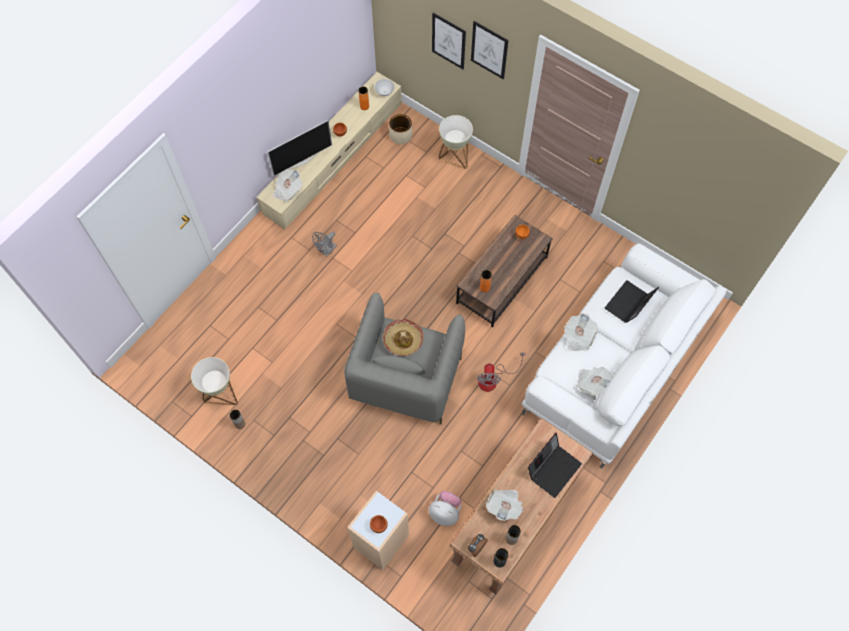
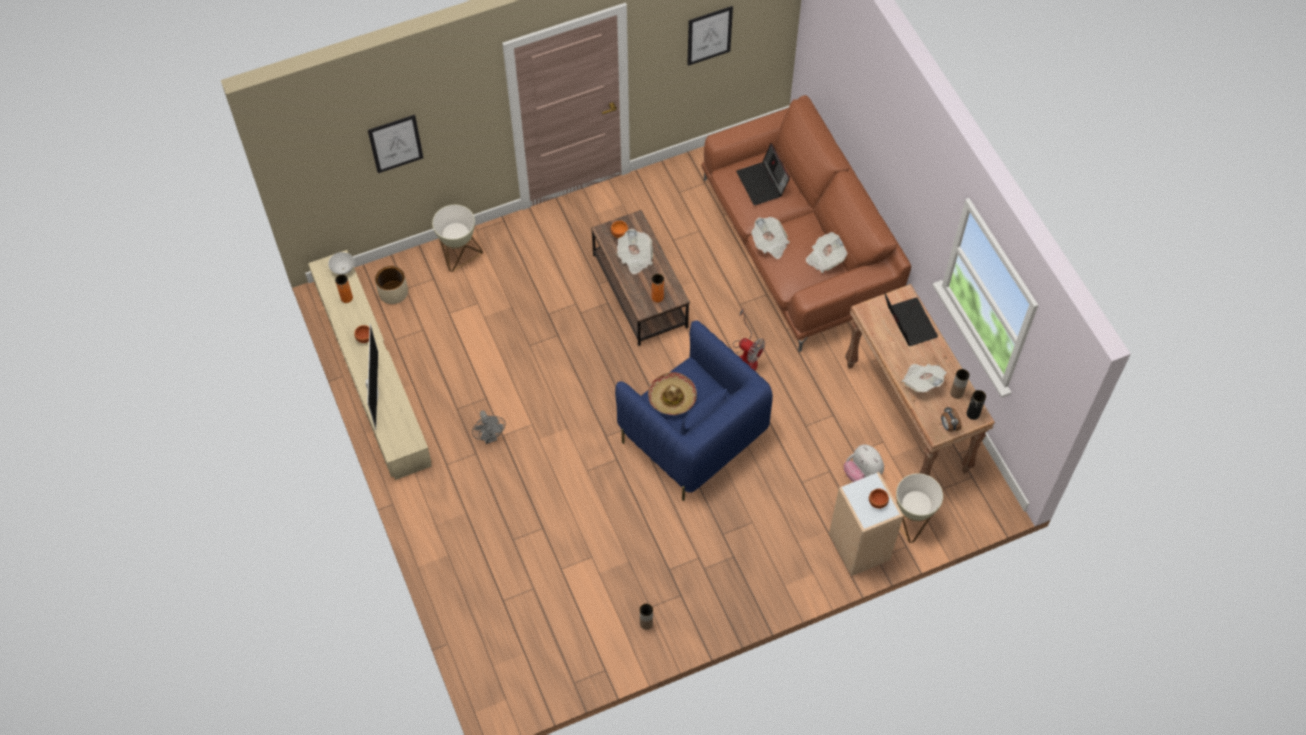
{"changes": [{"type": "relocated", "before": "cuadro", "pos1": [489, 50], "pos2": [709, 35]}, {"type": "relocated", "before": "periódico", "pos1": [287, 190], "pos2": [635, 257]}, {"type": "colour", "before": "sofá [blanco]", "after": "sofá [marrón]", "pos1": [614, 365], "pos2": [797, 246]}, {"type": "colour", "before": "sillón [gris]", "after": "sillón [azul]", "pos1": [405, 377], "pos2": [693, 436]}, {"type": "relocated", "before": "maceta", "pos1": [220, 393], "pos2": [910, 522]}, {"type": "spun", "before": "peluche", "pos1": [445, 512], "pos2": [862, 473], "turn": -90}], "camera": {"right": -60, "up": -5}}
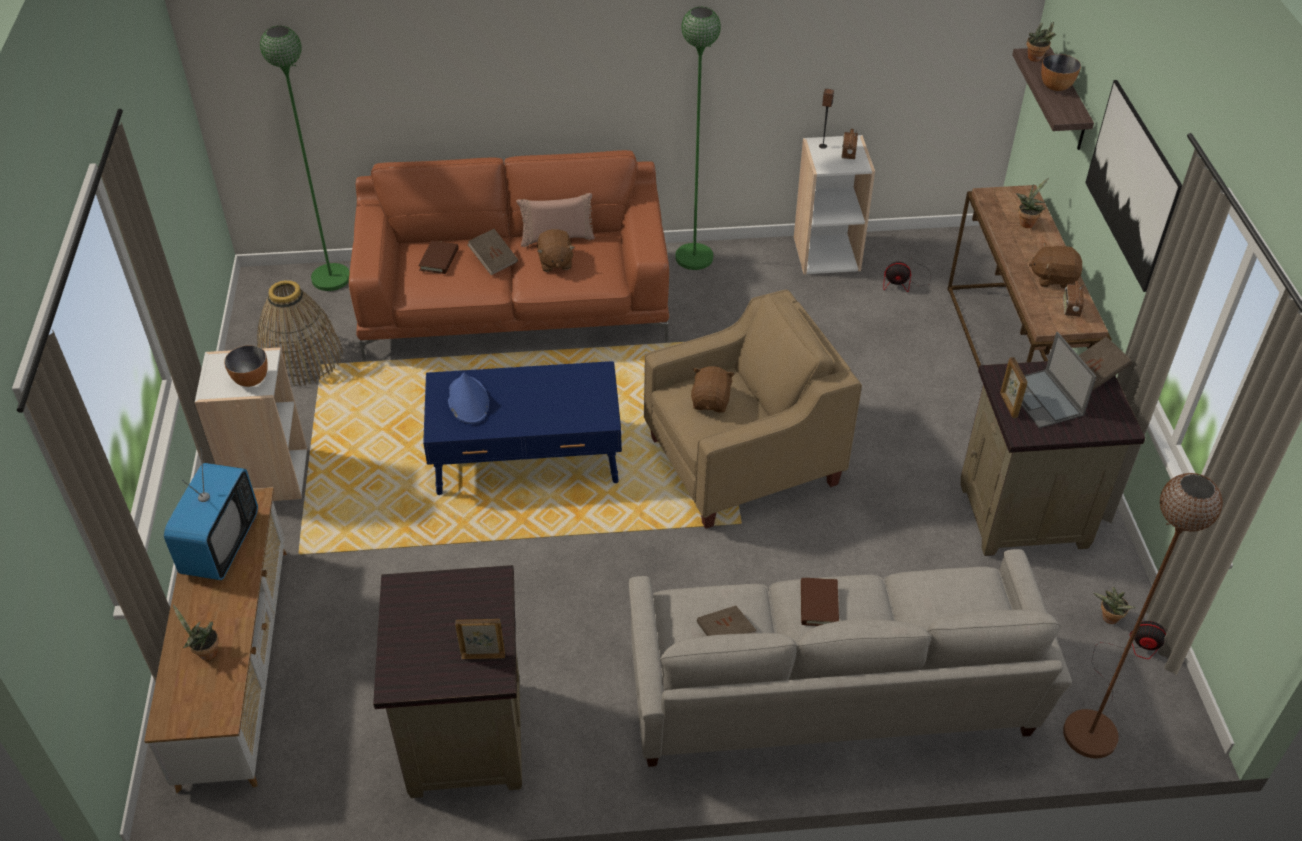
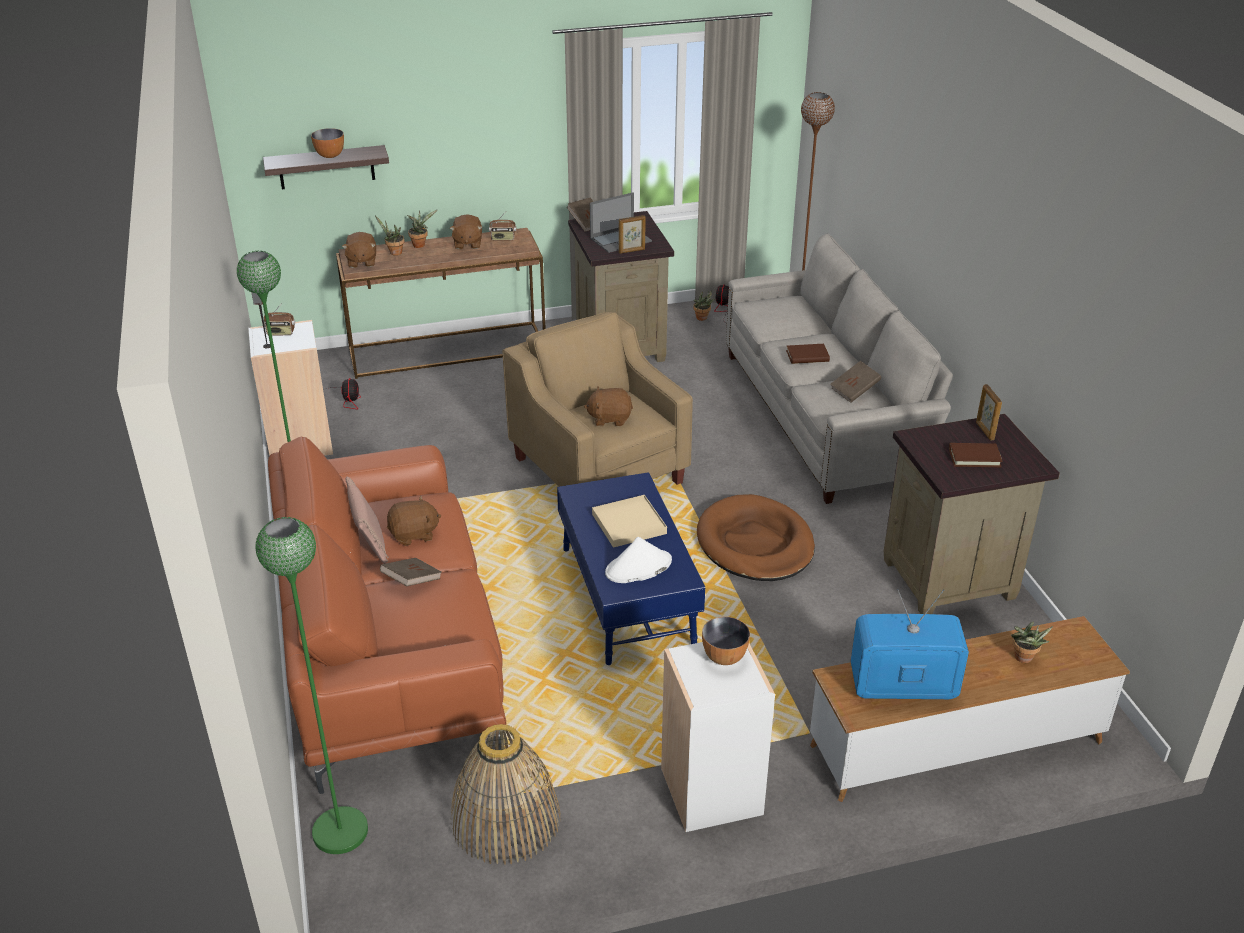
{"changes": [{"type": "relocated", "before": "planta en maceta", "pos1": [1037, 59], "pos2": [420, 244]}, {"type": "missing", "before": "cuadro", "pos1": [1131, 184]}, {"type": "relocated", "before": "libro [marrón]", "pos1": [439, 259], "pos2": [974, 457]}, {"type": "colour", "before": "sombrero [azul]", "after": "sombrero [blanco]", "pos1": [468, 401], "pos2": [638, 567]}, {"type": "appeared", "after": "peluche [marrón]", "pos2": [361, 262]}, {"type": "appeared", "after": "cama para perro [marrón]", "pos2": [755, 544]}, {"type": "appeared", "after": "bandeja [beis]", "pos2": [628, 524]}], "camera": {"right": -100, "up": -10}}
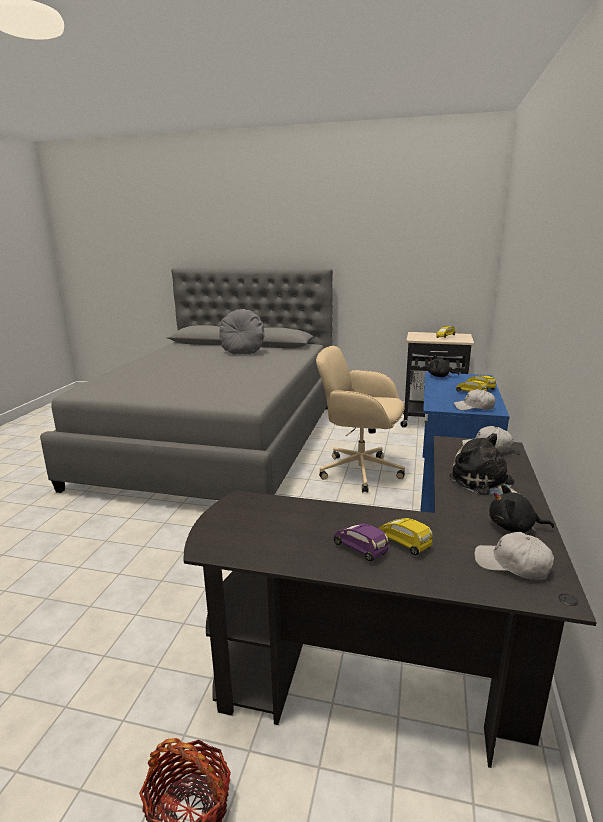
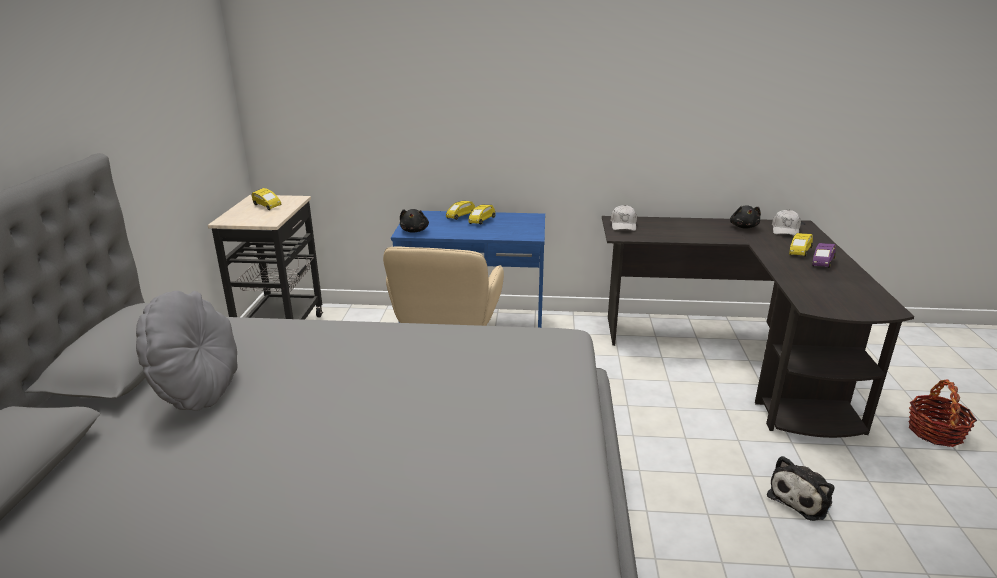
{"changes": [{"type": "missing", "before": "gorra [blanco]", "pos1": [474, 407]}, {"type": "relocated", "before": "peluche", "pos1": [484, 482], "pos2": [801, 498]}], "camera": {"right": -100, "up": 5}}
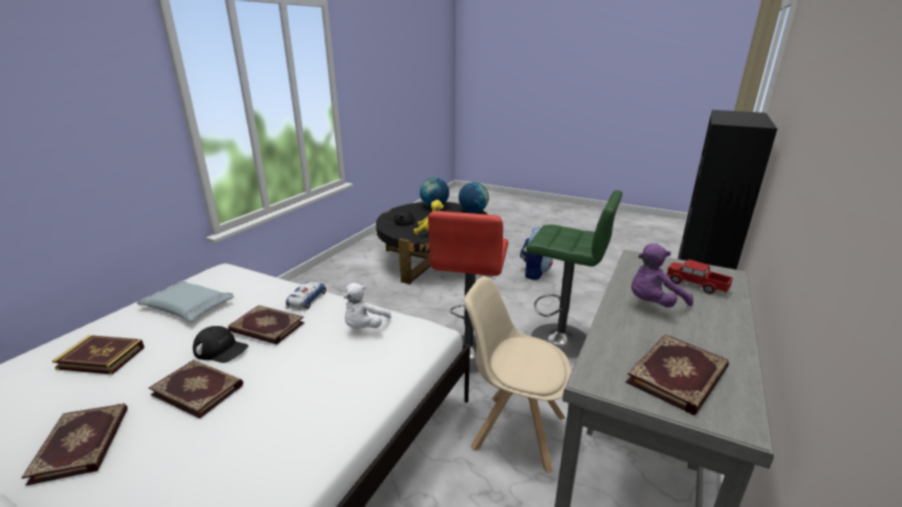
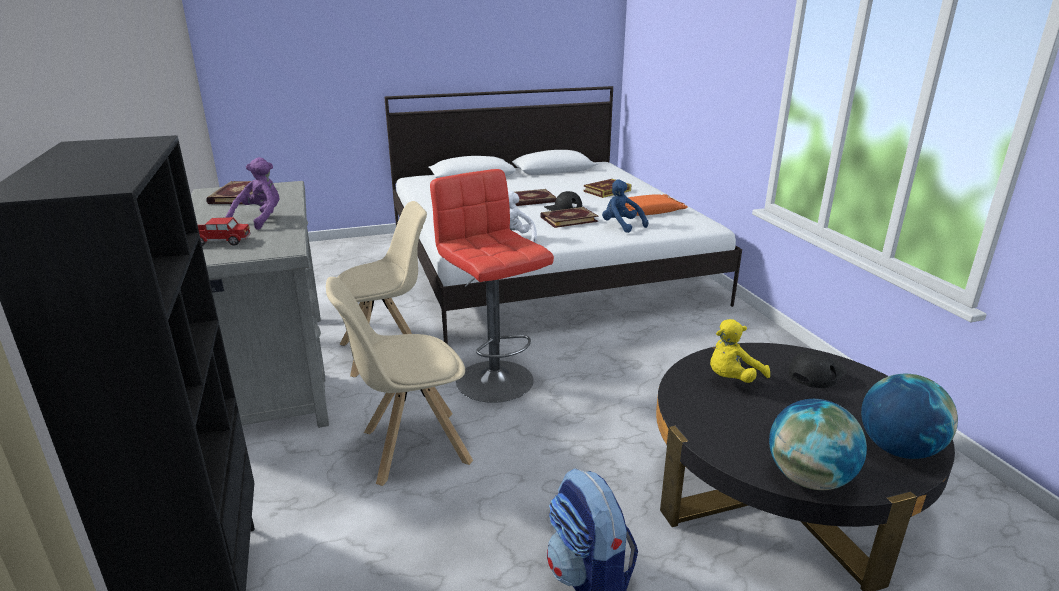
{"changes": [{"type": "exchanged", "before": "taburete [verde]", "after": "silla [beis]", "pos1": [560, 341], "pos2": [410, 448]}, {"type": "colour", "before": "cojín [azul]", "after": "cojín [naranja]", "pos1": [187, 305], "pos2": [648, 210]}, {"type": "missing", "before": "coche de juguete", "pos1": [307, 299]}, {"type": "missing", "before": "libro", "pos1": [83, 444]}, {"type": "appeared", "after": "peluche [azul]", "pos2": [621, 226]}], "camera": {"right": 135, "up": 0}}
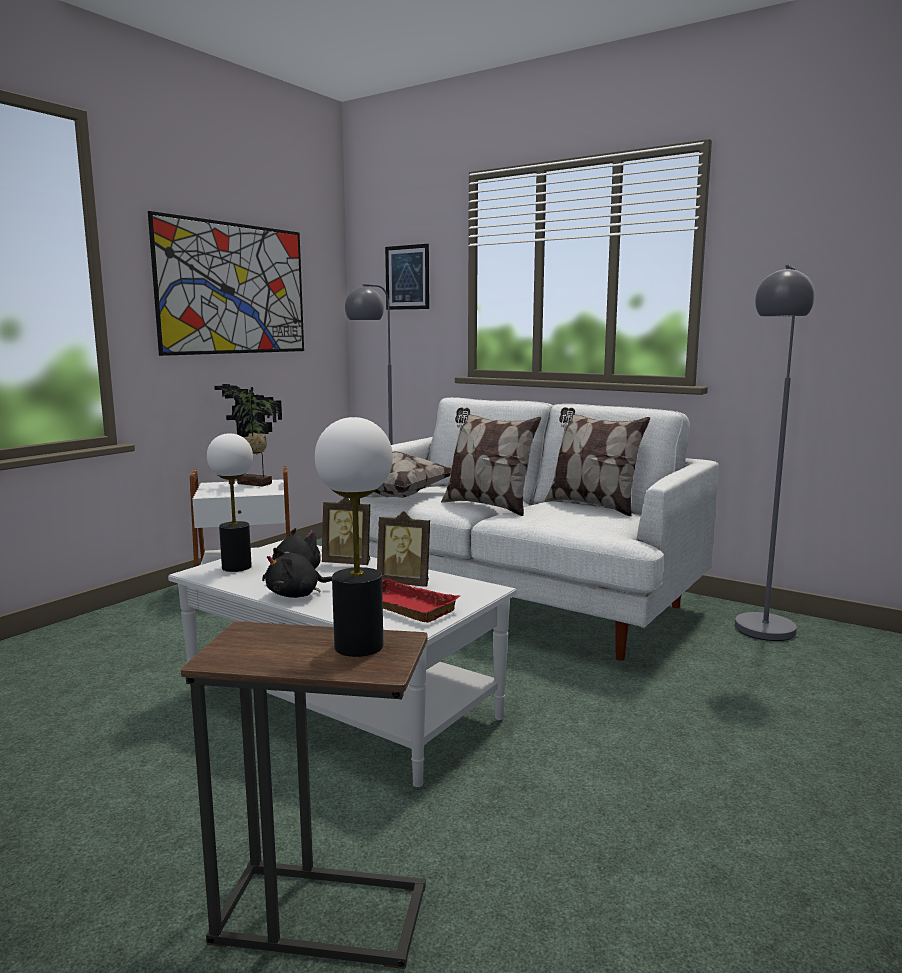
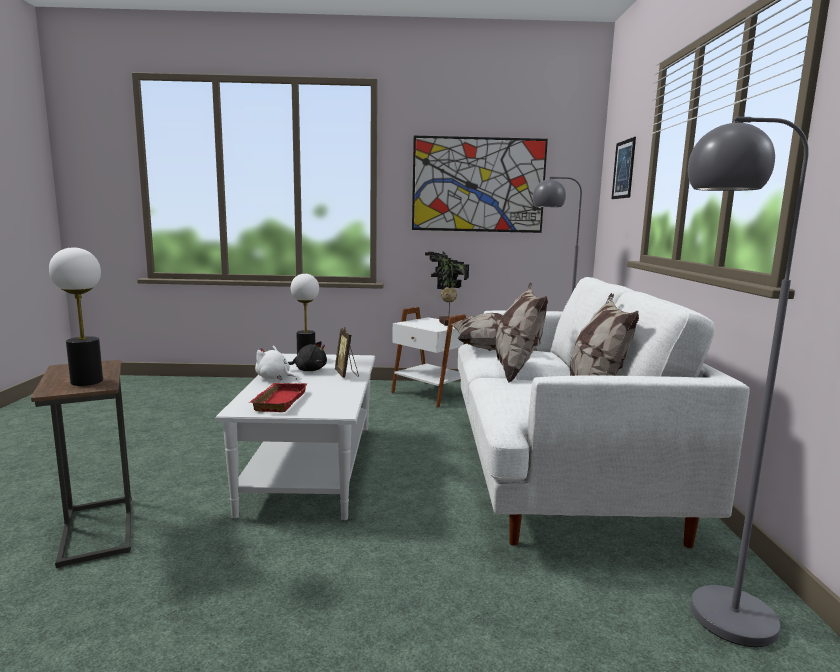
{"changes": [{"type": "missing", "before": "portarretratos", "pos1": [405, 583]}, {"type": "colour", "before": "peluche [negro]", "after": "peluche [blanco]", "pos1": [297, 595], "pos2": [274, 378]}], "camera": {"right": 55, "up": 0}}
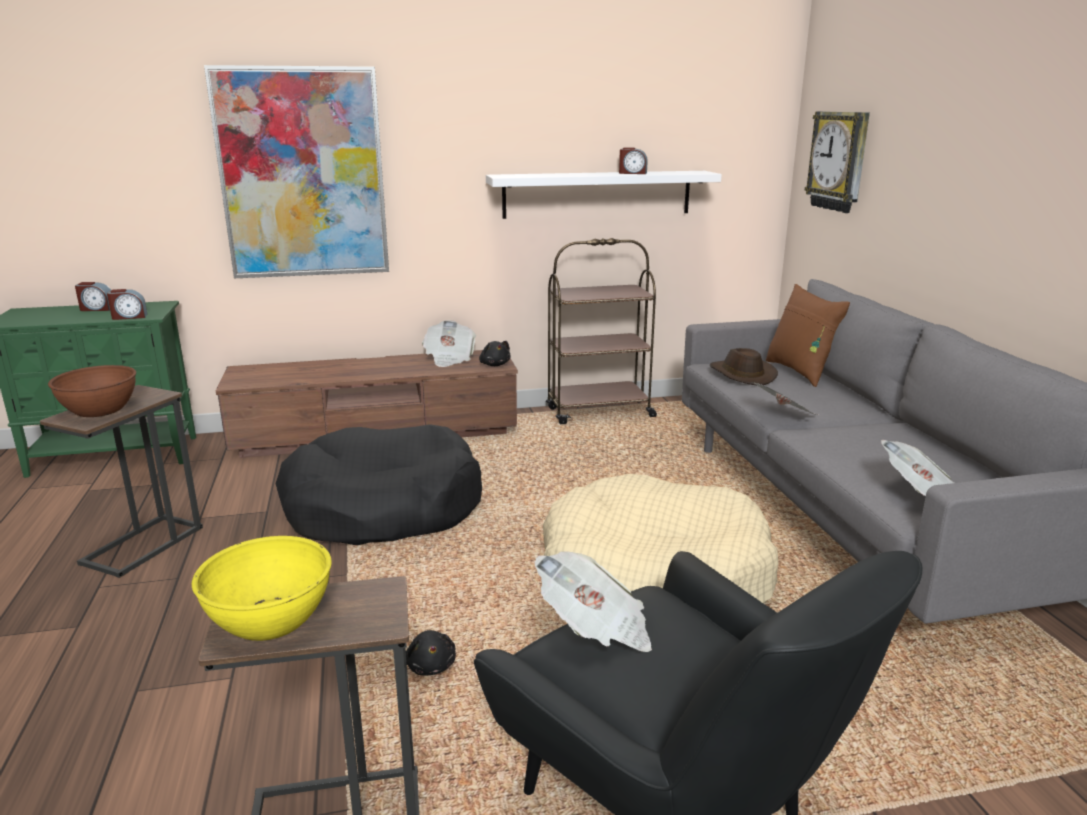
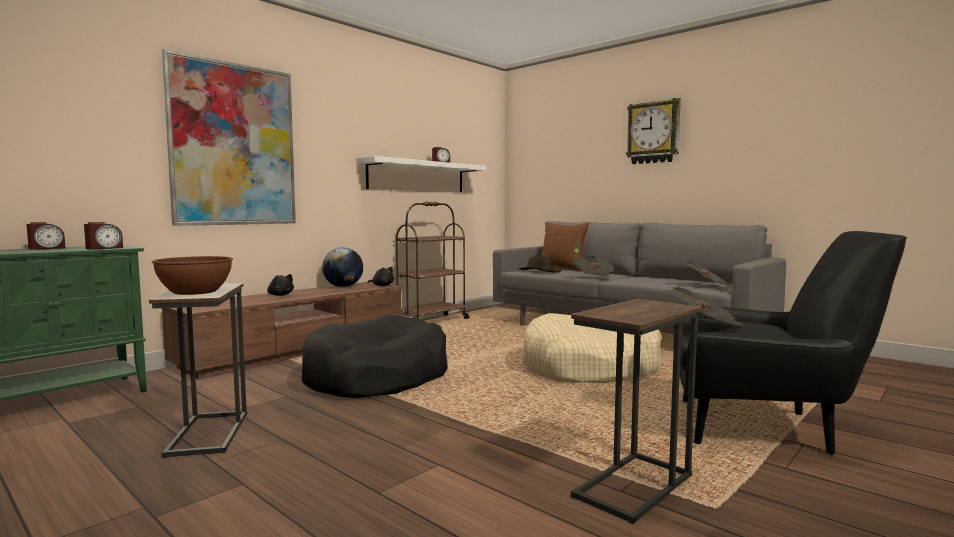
{"changes": [{"type": "relocated", "before": "reloj de pared", "pos1": [839, 161], "pos2": [653, 132]}, {"type": "exchanged", "before": "periódico", "after": "globo terráqueo", "pos1": [449, 358], "pos2": [343, 287]}, {"type": "missing", "before": "cuenco [amarillo]", "pos1": [270, 619]}, {"type": "relocated", "before": "peluche [negro]", "pos1": [431, 665], "pos2": [280, 295]}], "camera": {"right": -35, "up": -15}}
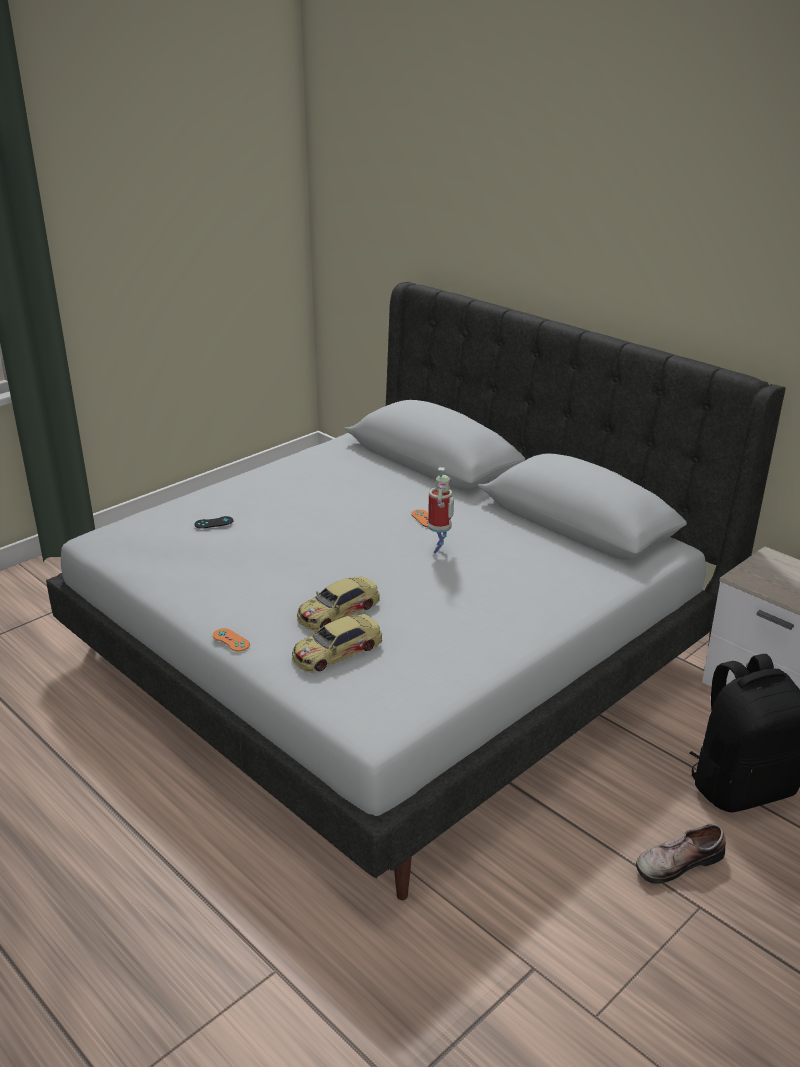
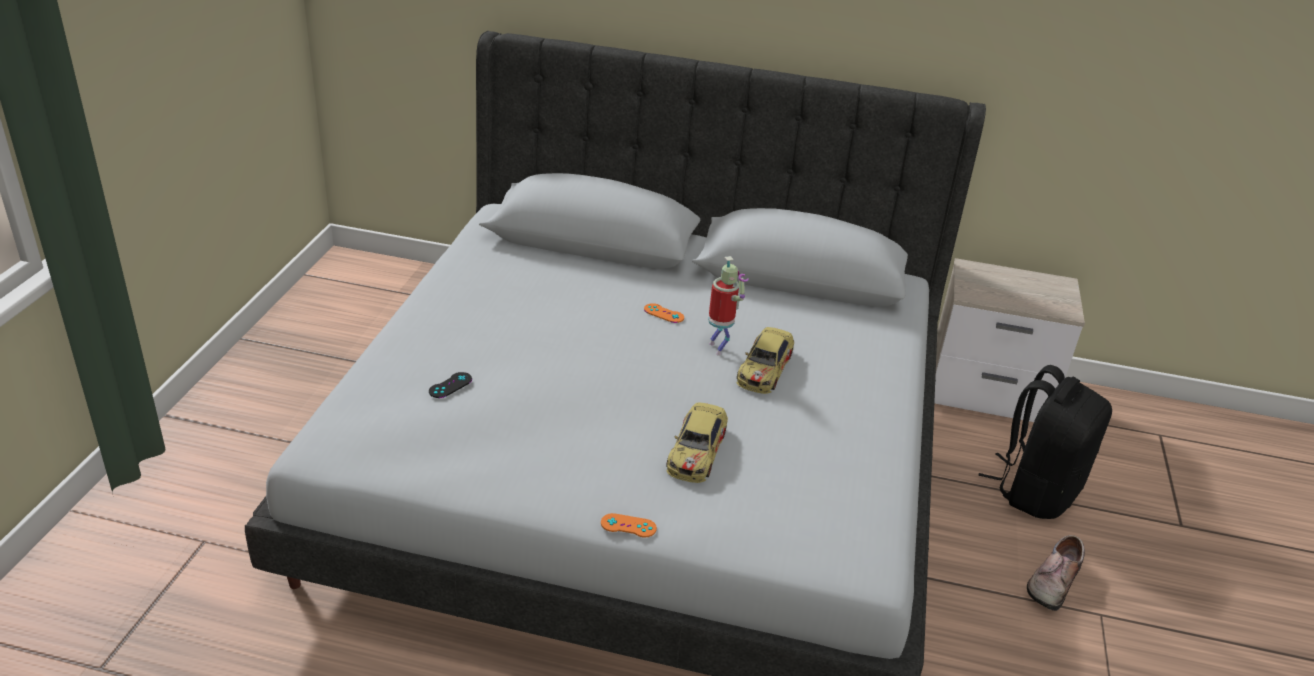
{"changes": [{"type": "relocated", "before": "coche de juguete", "pos1": [337, 651], "pos2": [765, 367]}], "camera": {"right": -35, "up": 5}}
